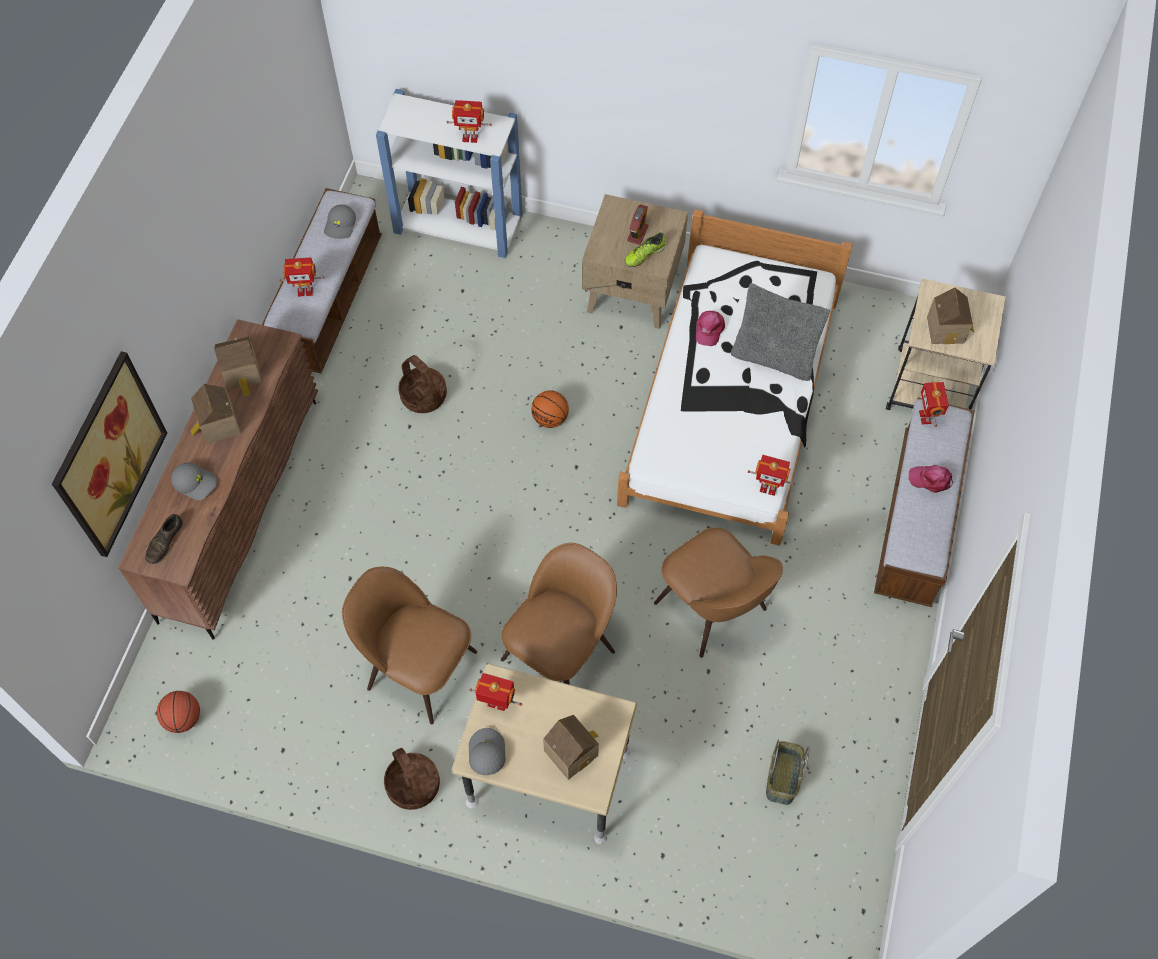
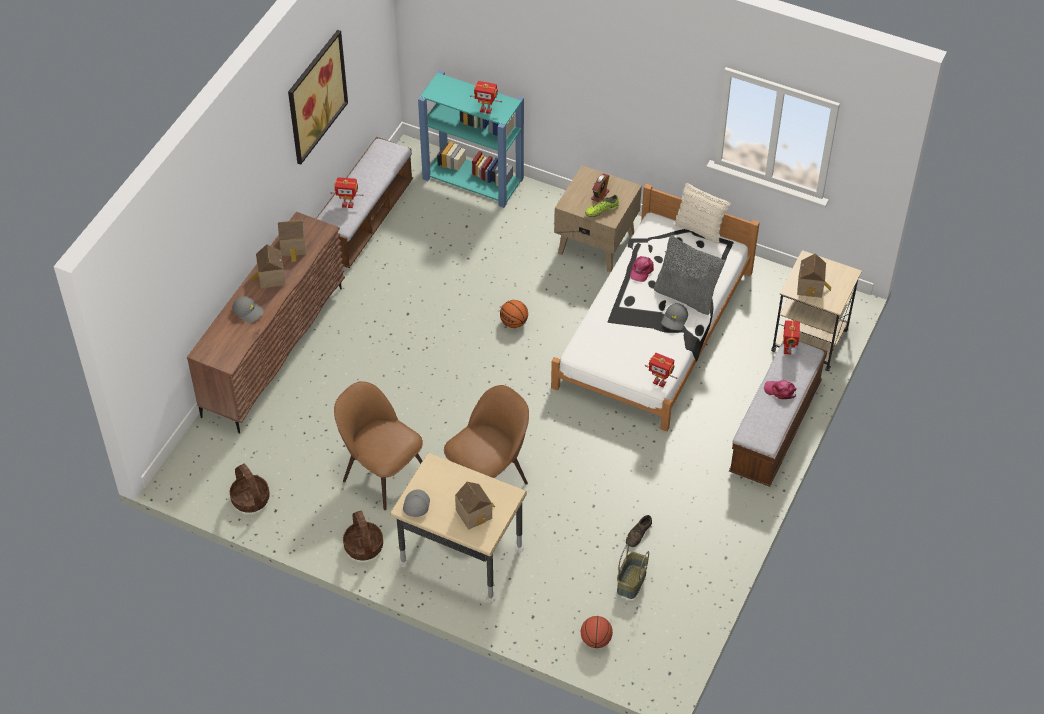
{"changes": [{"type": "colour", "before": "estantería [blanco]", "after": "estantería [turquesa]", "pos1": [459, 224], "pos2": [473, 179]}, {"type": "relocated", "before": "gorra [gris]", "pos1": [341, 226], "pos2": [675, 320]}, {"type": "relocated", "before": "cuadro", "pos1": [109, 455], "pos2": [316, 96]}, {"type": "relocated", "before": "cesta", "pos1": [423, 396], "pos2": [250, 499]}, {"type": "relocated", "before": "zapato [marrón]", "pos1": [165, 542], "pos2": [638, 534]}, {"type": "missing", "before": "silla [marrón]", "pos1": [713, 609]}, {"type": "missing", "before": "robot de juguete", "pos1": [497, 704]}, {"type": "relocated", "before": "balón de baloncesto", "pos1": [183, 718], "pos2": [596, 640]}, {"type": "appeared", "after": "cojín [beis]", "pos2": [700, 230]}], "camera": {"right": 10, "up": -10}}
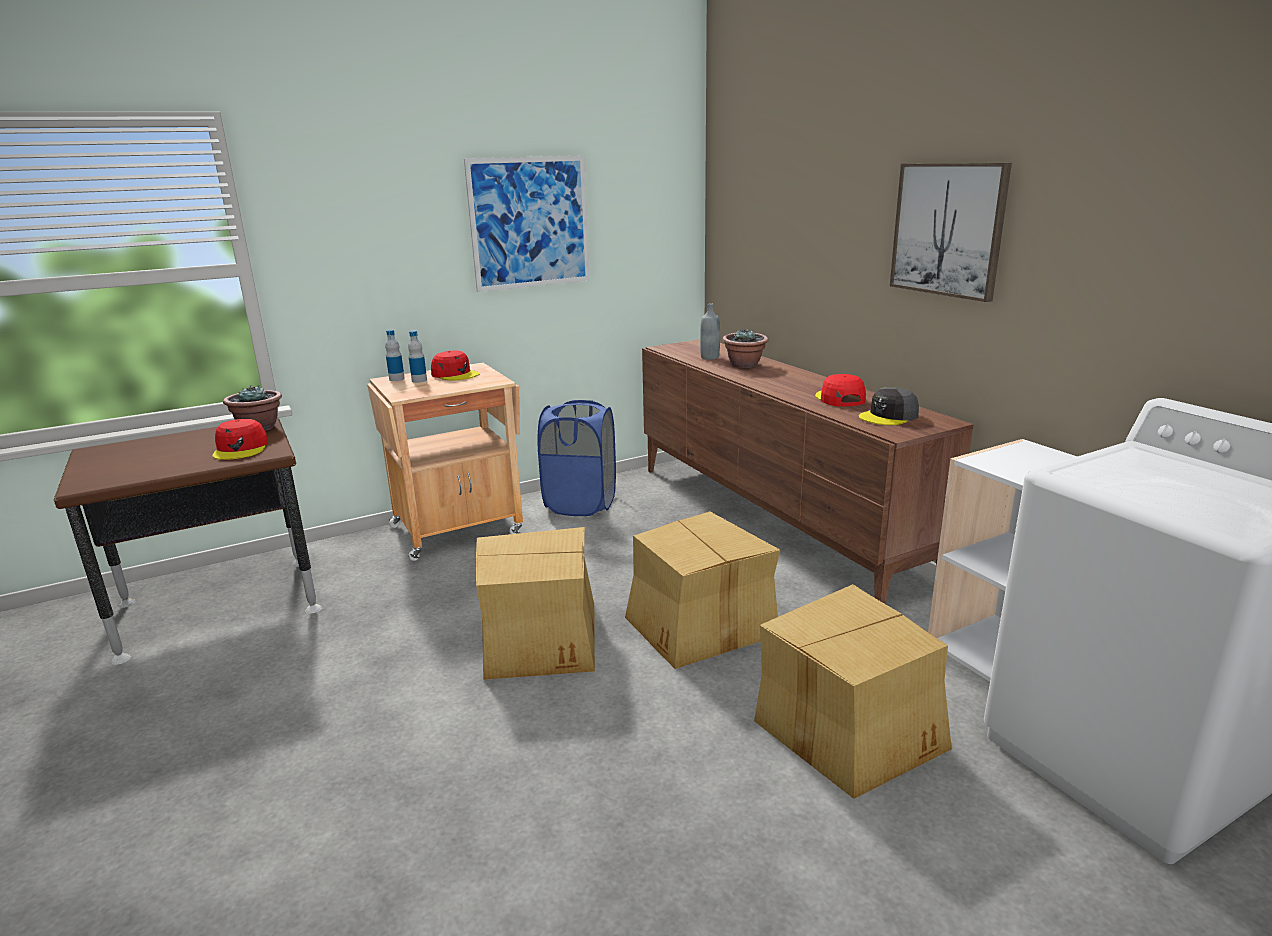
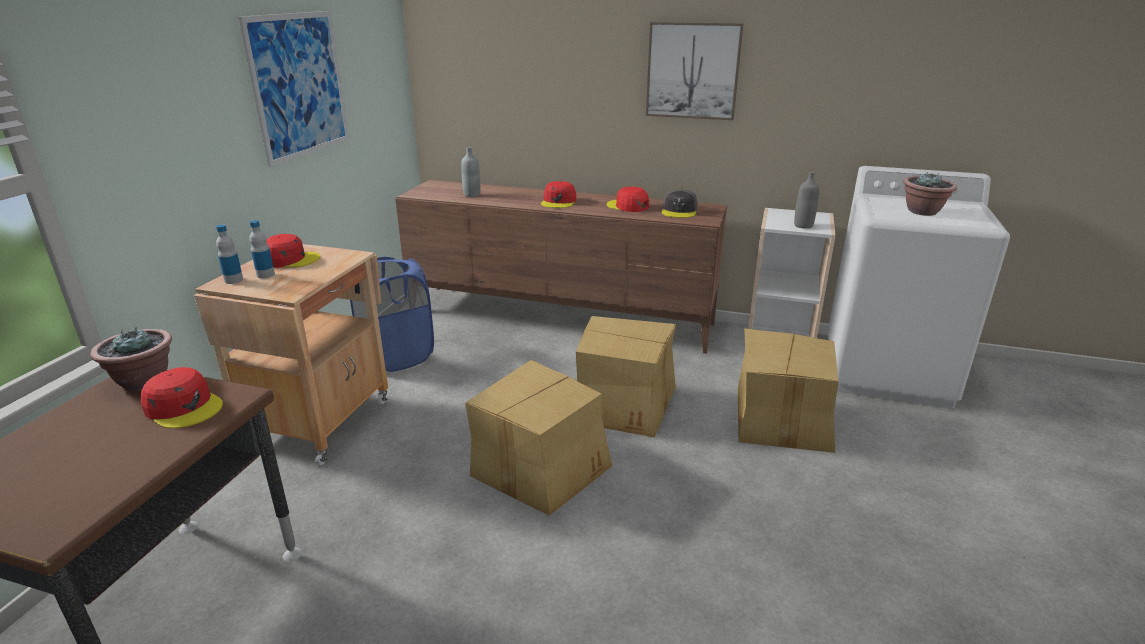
{"changes": [{"type": "relocated", "before": "planta en maceta", "pos1": [744, 365], "pos2": [923, 212]}, {"type": "appeared", "after": "botella [gris]", "pos2": [803, 225]}, {"type": "appeared", "after": "gorra [rojo]", "pos2": [559, 202]}], "camera": {"right": -45, "up": 5}}
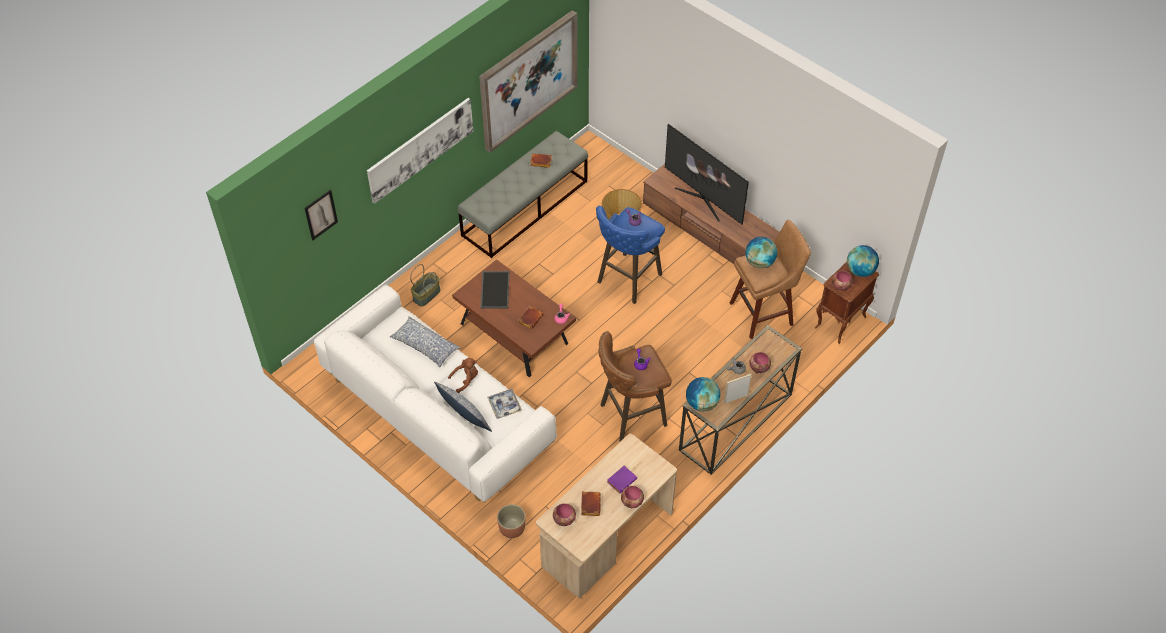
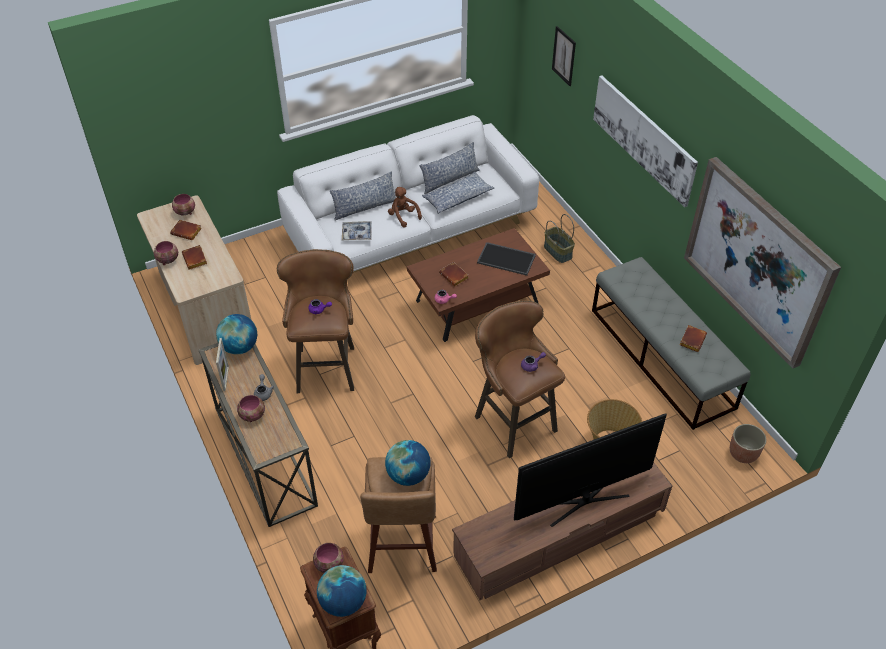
{"changes": [{"type": "colour", "before": "taburete [azul]", "after": "taburete [marrón]", "pos1": [627, 280], "pos2": [513, 421]}, {"type": "spun", "before": "peluche [marrón]", "pos1": [466, 380], "pos2": [403, 216], "turn": 150}, {"type": "colour", "before": "libro [morado]", "after": "libro [marrón]", "pos1": [621, 480], "pos2": [196, 259]}, {"type": "relocated", "before": "maceta", "pos1": [512, 528], "pos2": [743, 453]}, {"type": "appeared", "after": "cojín", "pos2": [449, 179]}], "camera": {"right": 110, "up": -5}}
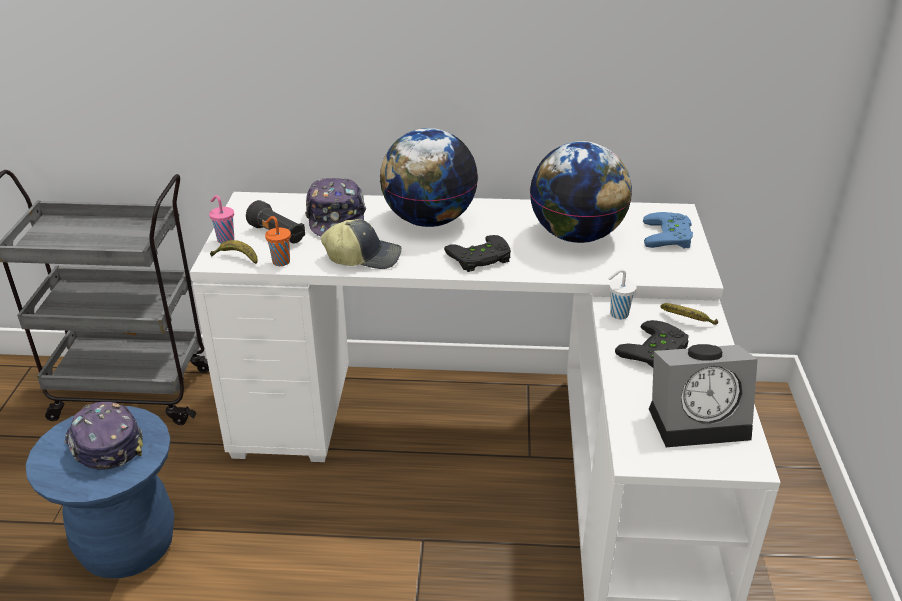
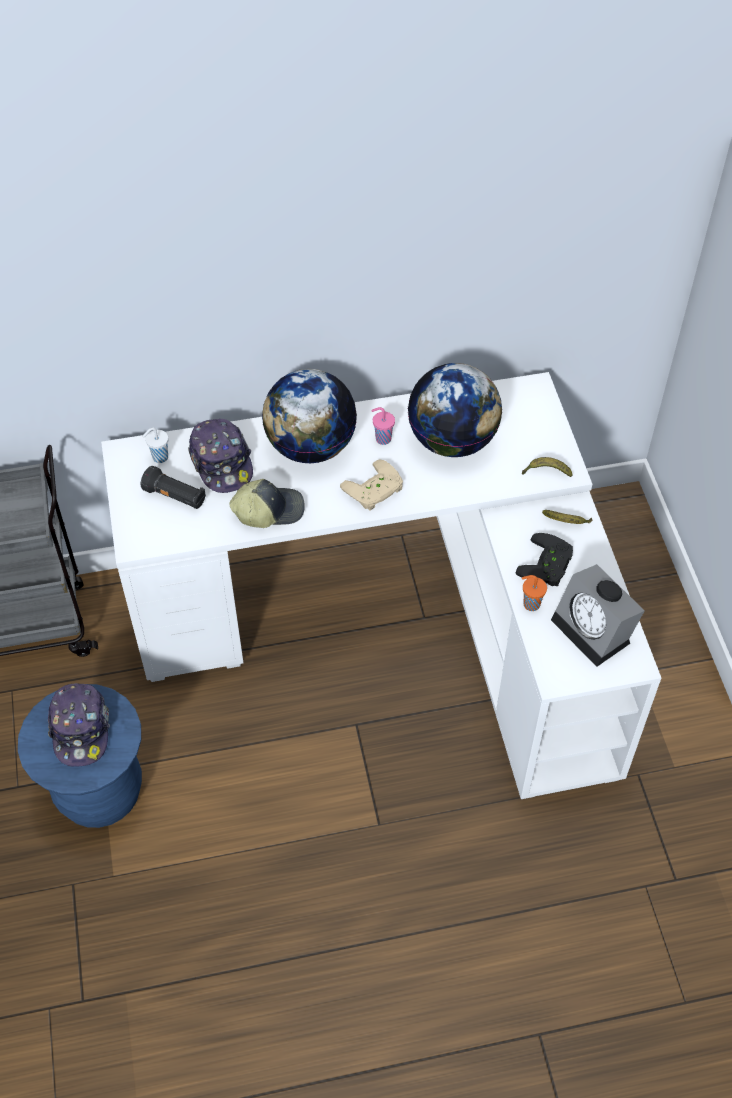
{"changes": [{"type": "relocated", "before": "taza [rosa]", "pos1": [225, 239], "pos2": [382, 438]}, {"type": "missing", "before": "mando de consola [azul]", "pos1": [671, 236]}, {"type": "relocated", "before": "taza [naranja]", "pos1": [280, 261], "pos2": [530, 604]}, {"type": "colour", "before": "mando de consola [negro]", "after": "mando de consola [beis]", "pos1": [480, 259], "pos2": [375, 491]}, {"type": "relocated", "before": "plátano", "pos1": [236, 258], "pos2": [546, 472]}, {"type": "relocated", "before": "taza [blanco]", "pos1": [618, 314], "pos2": [159, 457]}, {"type": "spun", "before": "despertador", "pos1": [700, 420], "pos2": [595, 631], "turn": 75}, {"type": "spun", "before": "gorra", "pos1": [104, 444], "pos2": [81, 729], "turn": -135}], "camera": {"right": -15, "up": 20}}
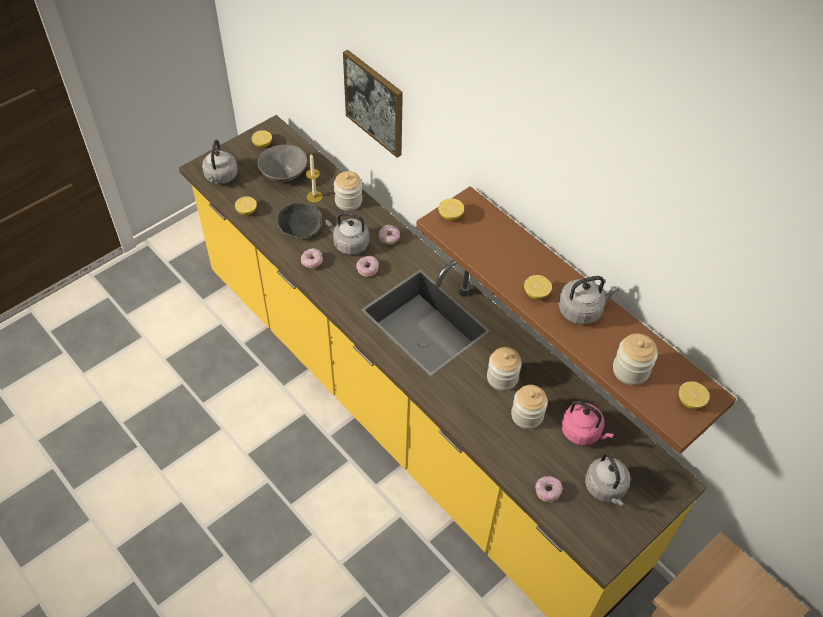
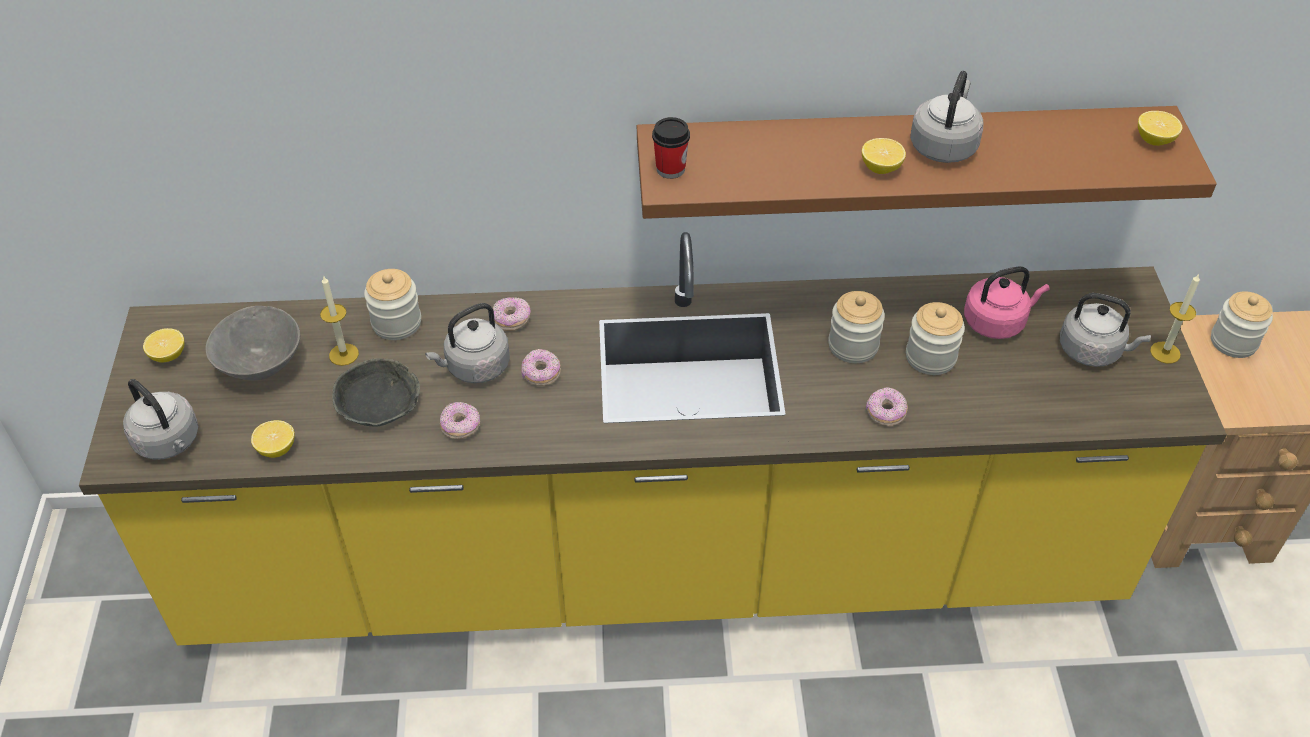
{"changes": [{"type": "missing", "before": "cuadro", "pos1": [375, 103]}, {"type": "exchanged", "before": "limón", "after": "taza", "pos1": [450, 216], "pos2": [670, 169]}, {"type": "relocated", "before": "tarro", "pos1": [630, 370], "pos2": [1233, 341]}, {"type": "relocated", "before": "rosquilla", "pos1": [547, 491], "pos2": [885, 413]}, {"type": "appeared", "after": "vela", "pos2": [1165, 352]}], "camera": {"right": -50, "up": -5}}
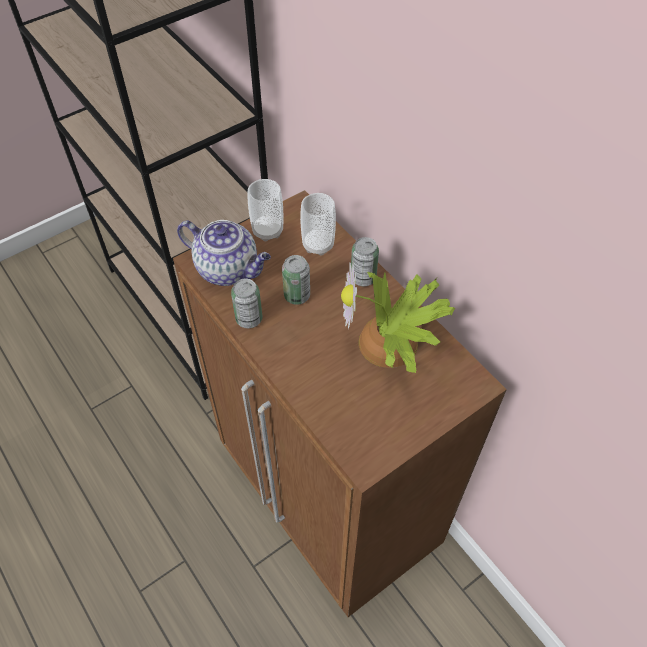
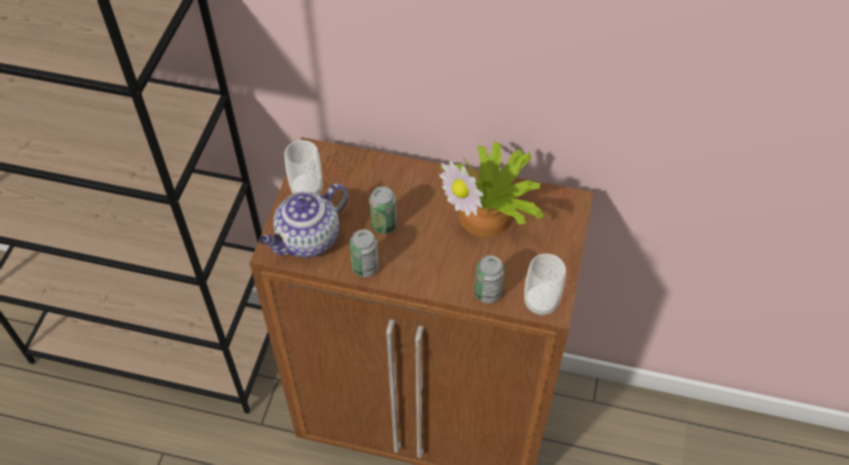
{"changes": [{"type": "relocated", "before": "taza", "pos1": [318, 245], "pos2": [541, 302]}, {"type": "spun", "before": "tetera", "pos1": [229, 269], "pos2": [308, 240], "turn": 150}, {"type": "relocated", "before": "lata", "pos1": [363, 278], "pos2": [487, 293]}], "camera": {"right": -40, "up": 0}}
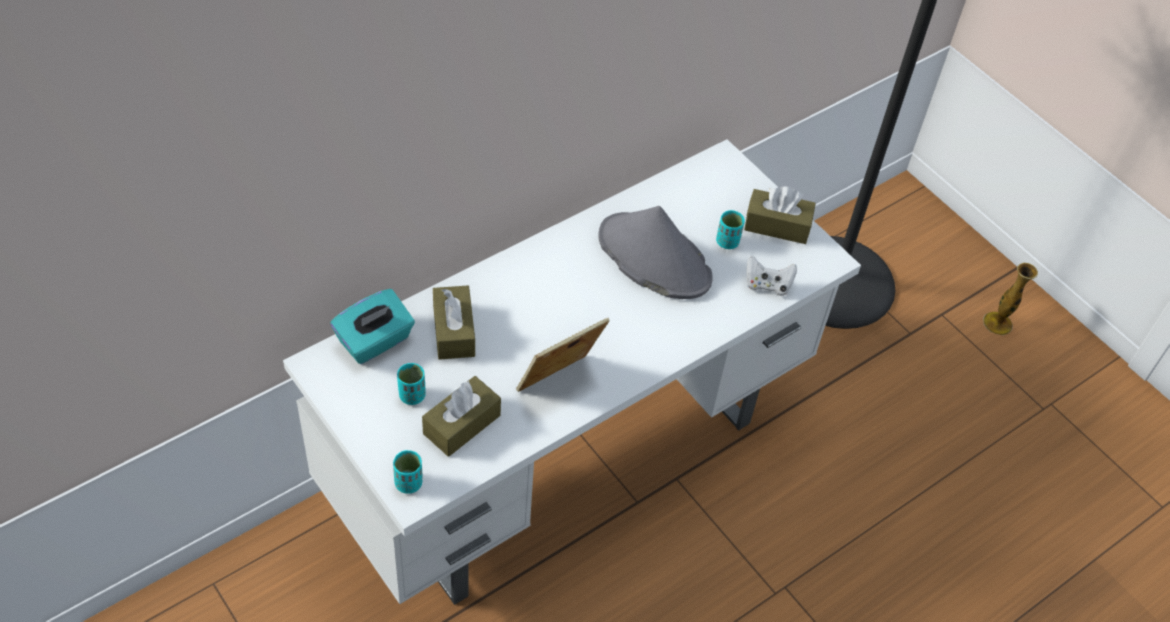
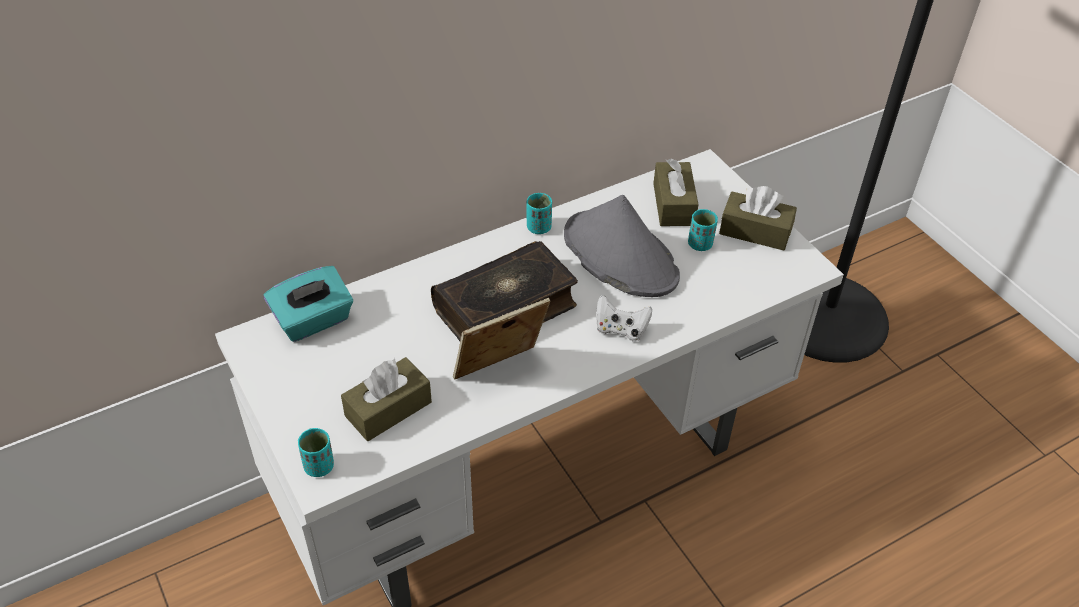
{"changes": [{"type": "relocated", "before": "mando de consola [blanco]", "pos1": [767, 285], "pos2": [620, 329]}, {"type": "missing", "before": "florero", "pos1": [997, 323]}, {"type": "relocated", "before": "caja de pañuelos [marrón]", "pos1": [453, 331], "pos2": [673, 204]}, {"type": "relocated", "before": "taza [turquesa]", "pos1": [412, 395], "pos2": [538, 227]}, {"type": "appeared", "after": "libro", "pos2": [506, 308]}], "camera": {"right": 10, "up": -5}}
